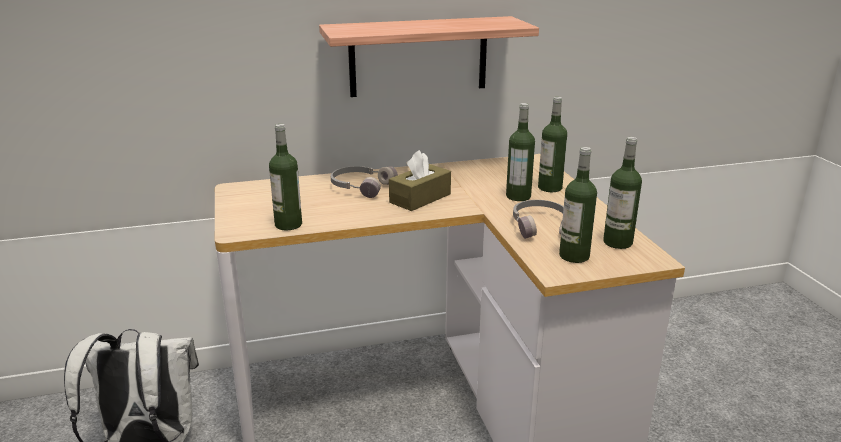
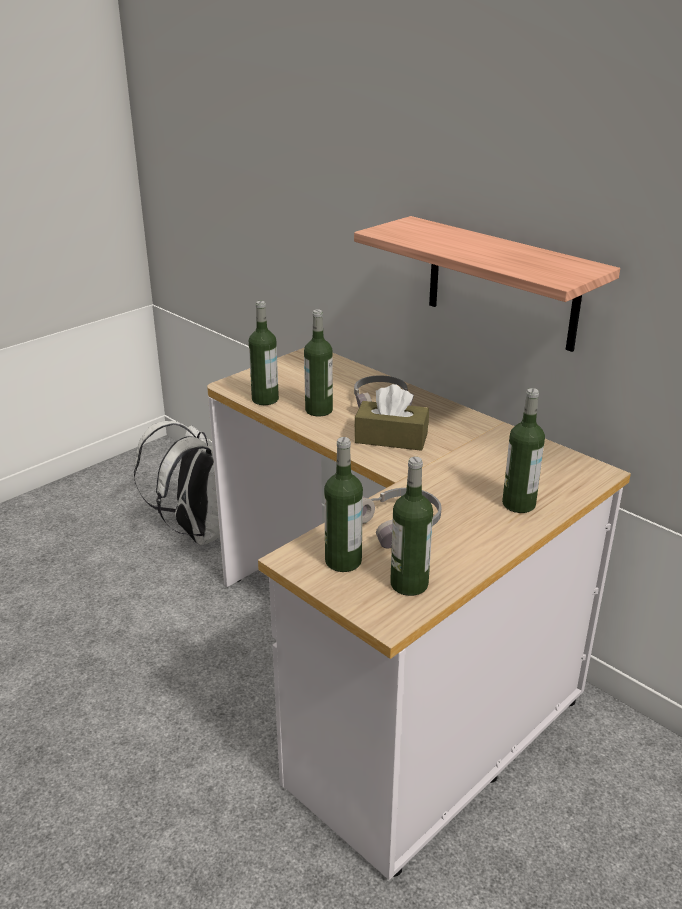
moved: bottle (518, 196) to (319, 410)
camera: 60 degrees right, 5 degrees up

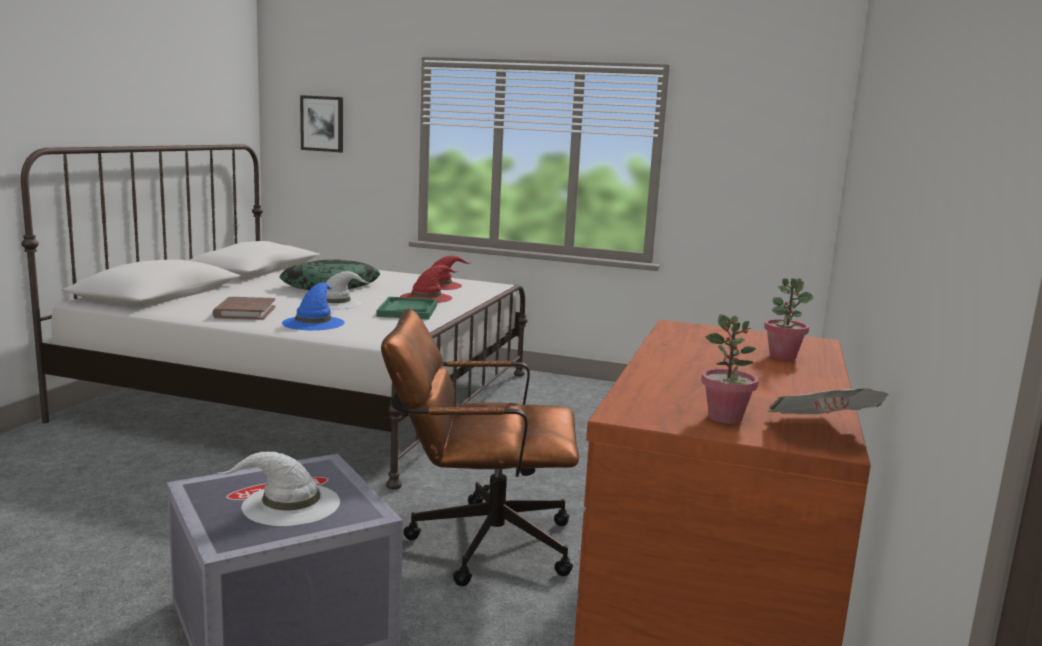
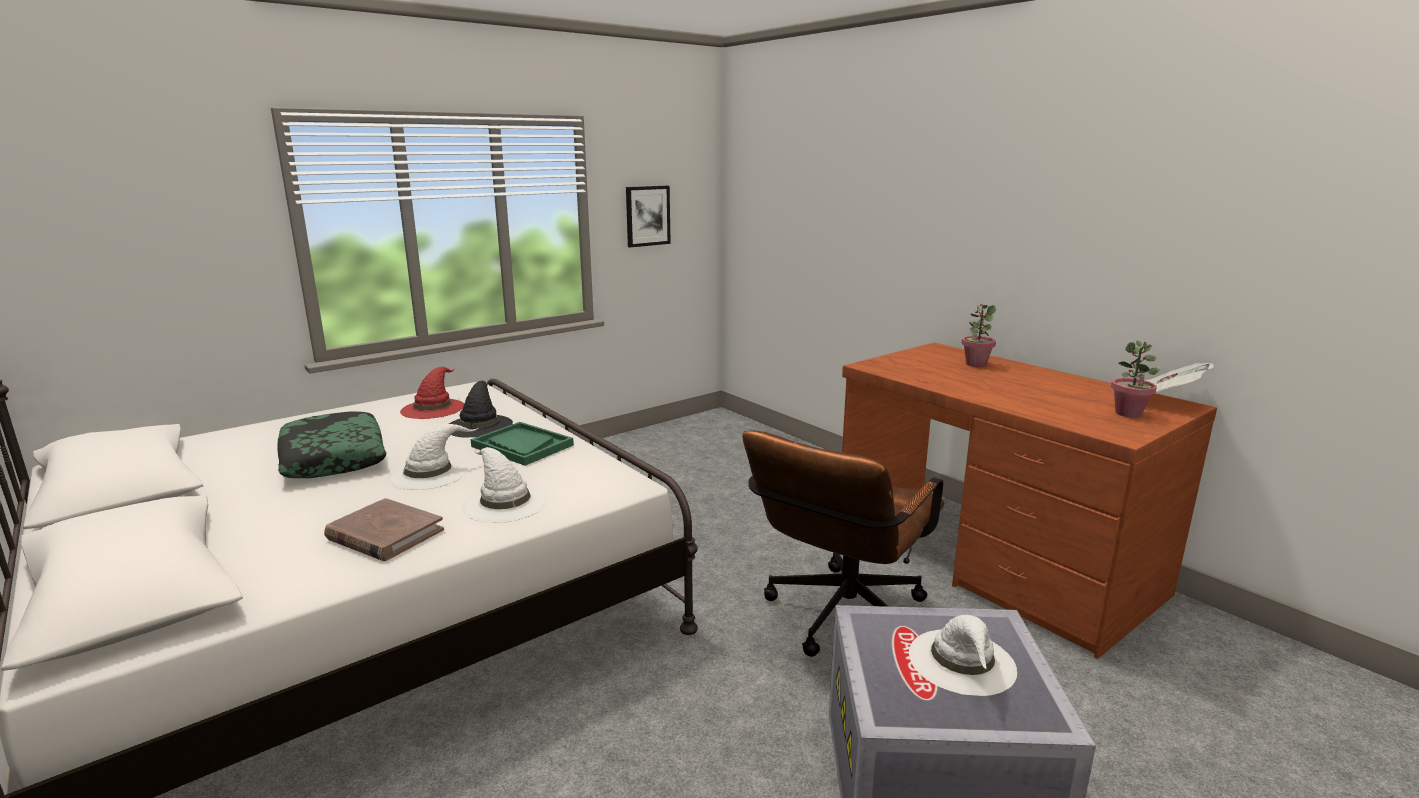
moved: picture (322, 123) to (647, 216)
recoloured: hat/red (426, 297) to hat/black (479, 425); hat/blue (313, 322) to hat/white (504, 503)
camera: 55 degrees left, 5 degrees up

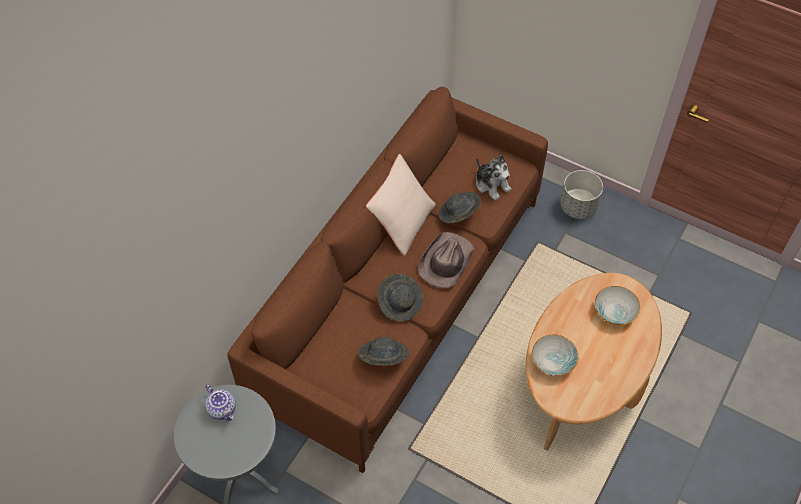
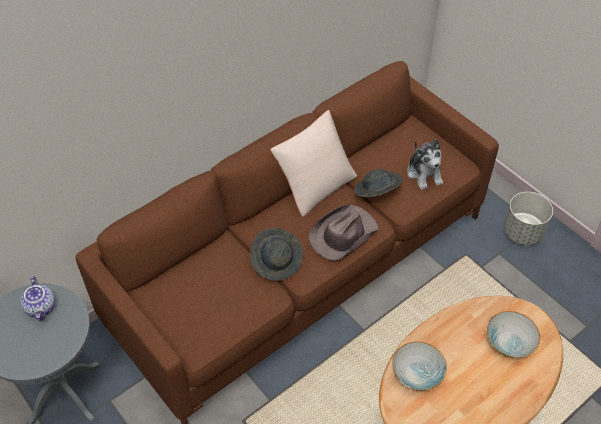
removed: hat/grey (383, 358)
camera: 20 degrees right, 5 degrees down

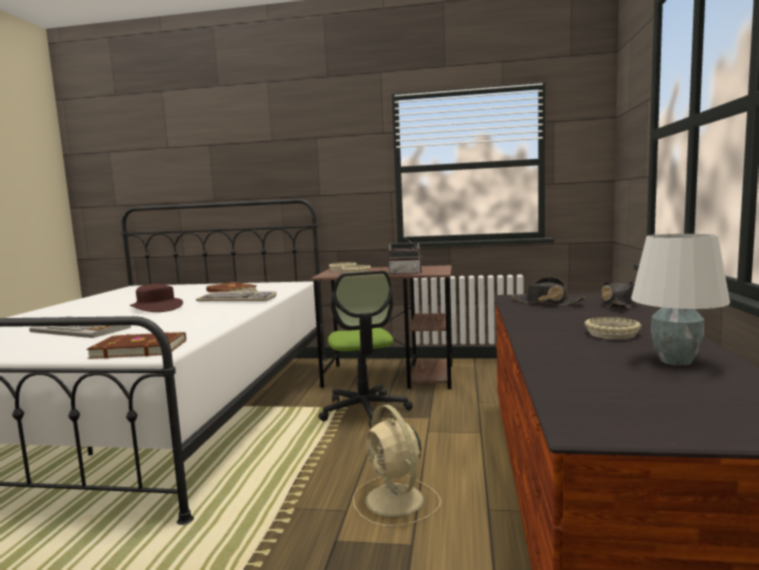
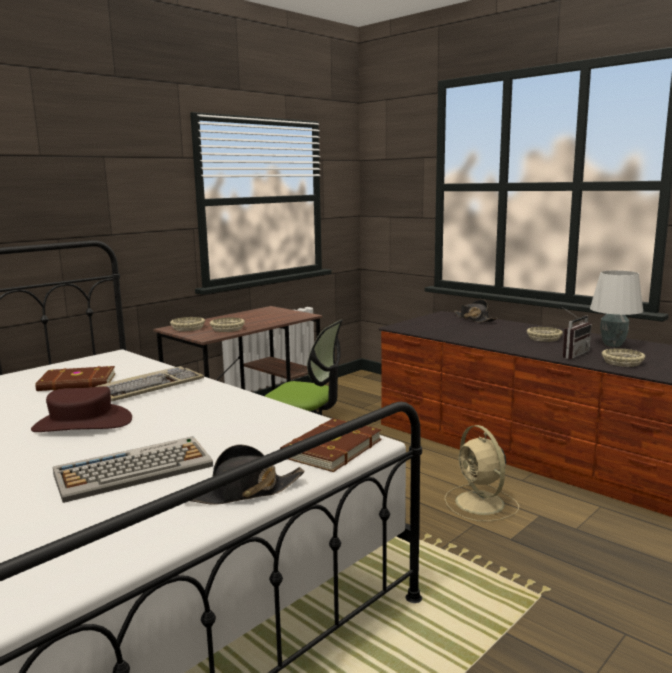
added: bowl/beige (622, 362)
moved: hat/black (546, 303) to (244, 492); radio (406, 273) to (571, 354)
turned: fan/beige (396, 501) = (481, 504) 60 degrees clockwise
camera: 55 degrees left, 5 degrees up

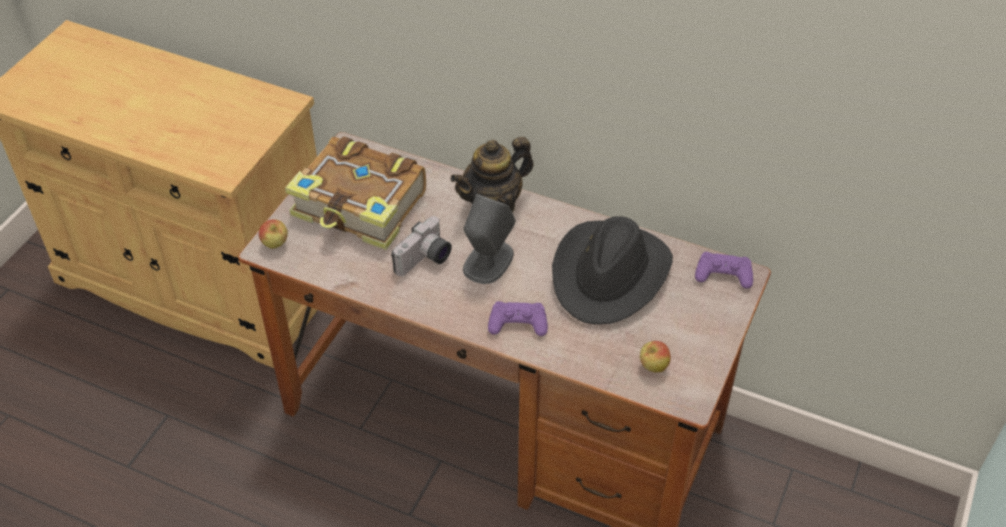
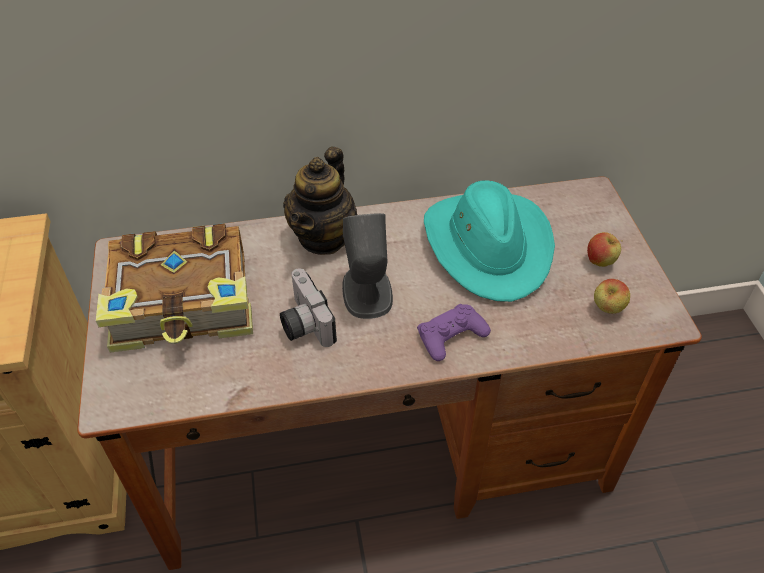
removed: game controller/purple (723, 274)
moved: apple (275, 244) to (600, 262)
recoloured: hat/black (610, 274) to hat/turquoise (488, 246)
turned: photo camera (425, 260) = (303, 323) 150 degrees clockwise
camera: 35 degrees left, 0 degrees up

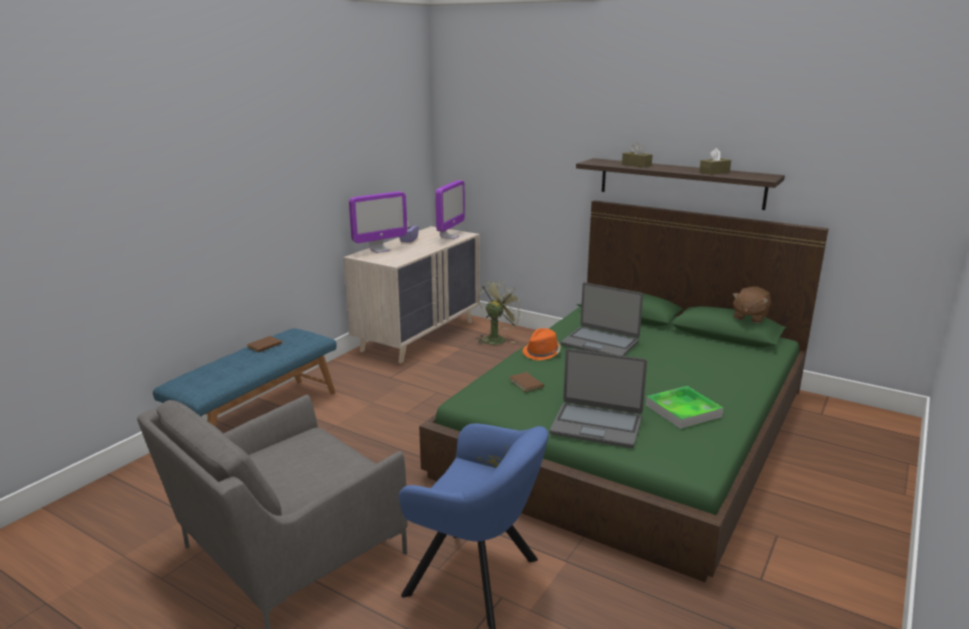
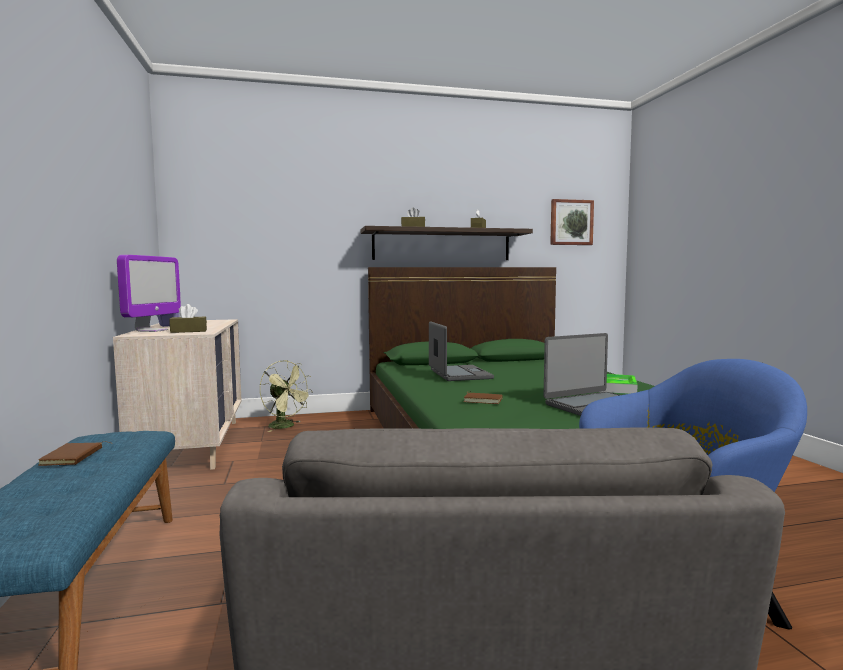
removed: monitor (449, 236); hat/orange (542, 353); plush toy/brown (749, 317)
added: tissue box/brown (188, 331); picture (571, 222)
turned: fan/green (496, 339) = (286, 426) 135 degrees clockwise; laptop (600, 343) = (459, 374) 90 degrees counterclockwise
camera: 45 degrees left, 15 degrees down

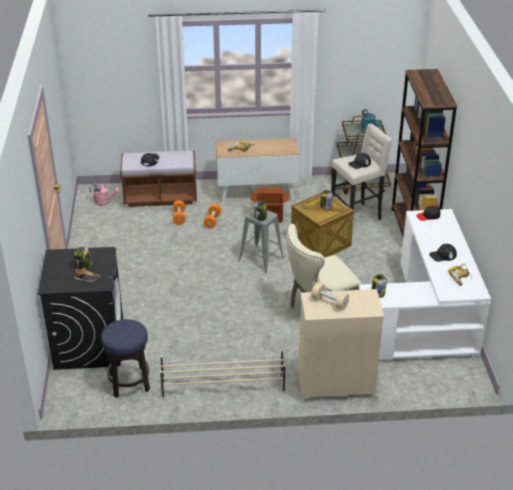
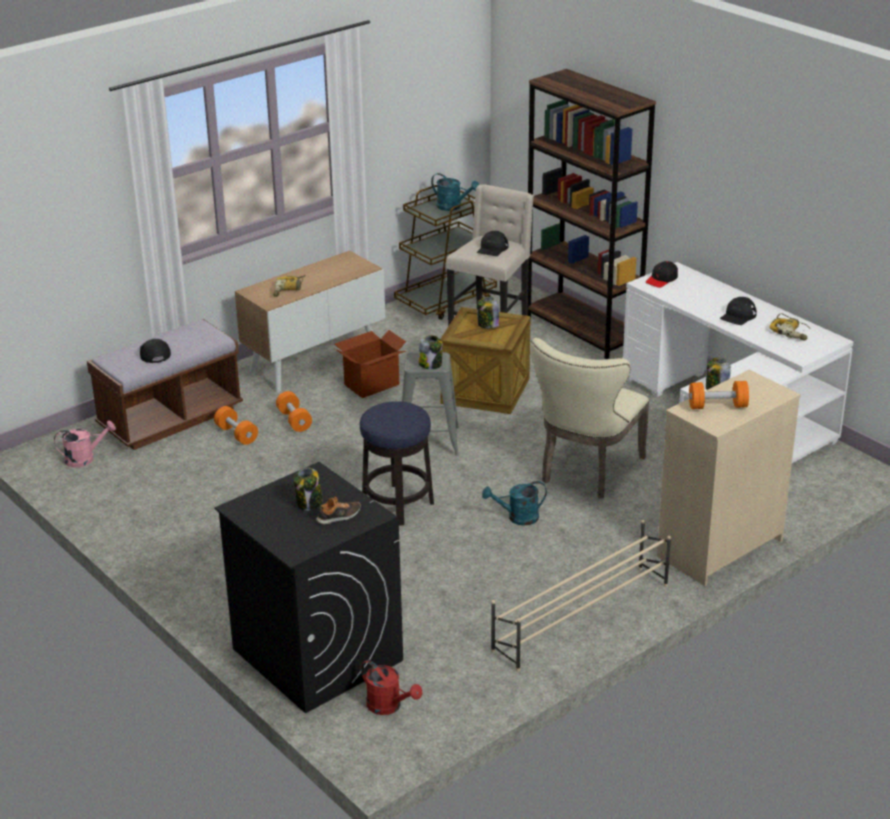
added: watering can/red (389, 706); watering can/turquoise (517, 518)
moved: stool (129, 382) to (397, 505)
recoloured: dumbbell/beige (329, 302) to dumbbell/orange (717, 406)
camera: 35 degrees left, 5 degrees down

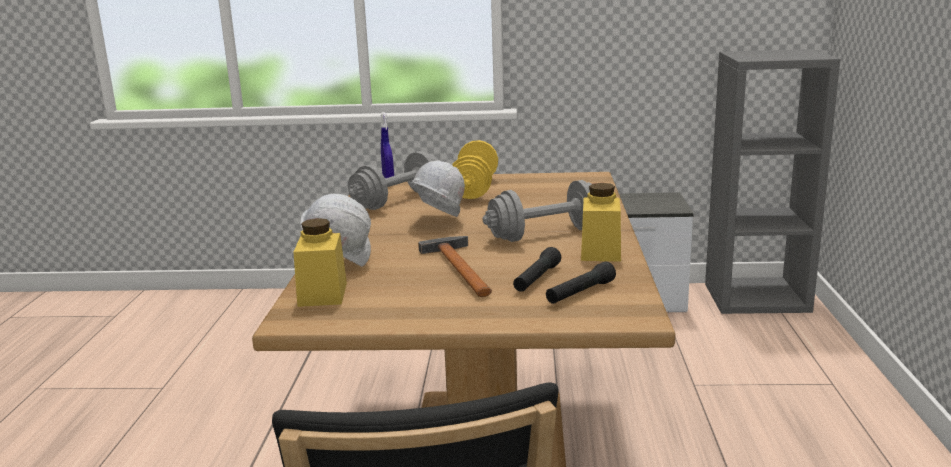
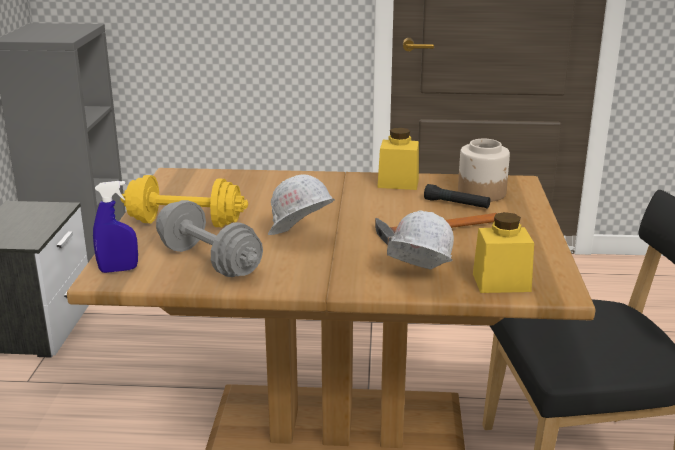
removed: dumbbell/grey (546, 234)
replaced: flashlight/black (580, 293) to jar (482, 193)
camera: 90 degrees left, 5 degrees up

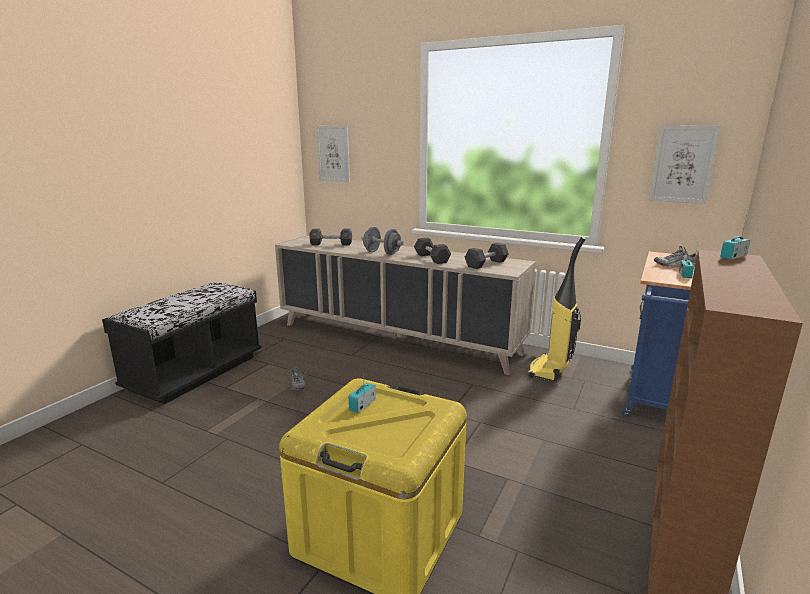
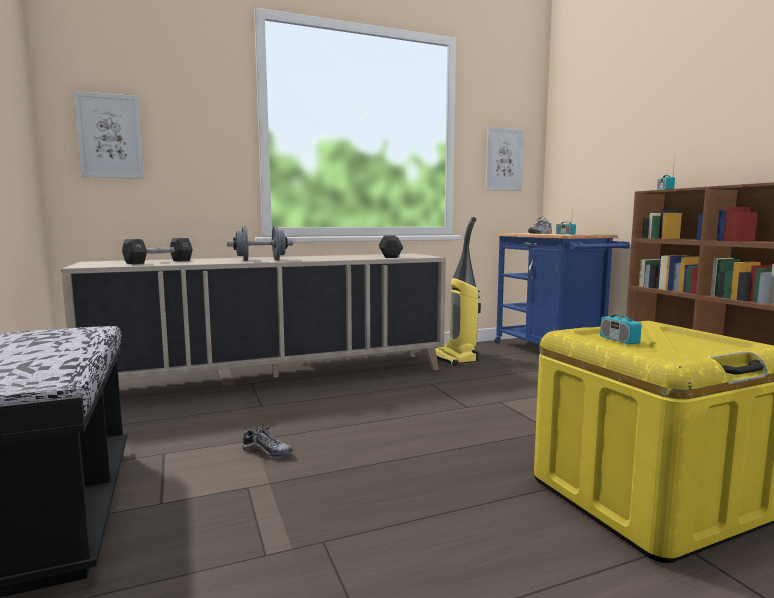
removed: dumbbell/black (431, 258)
camera: 50 degrees left, 10 degrees down

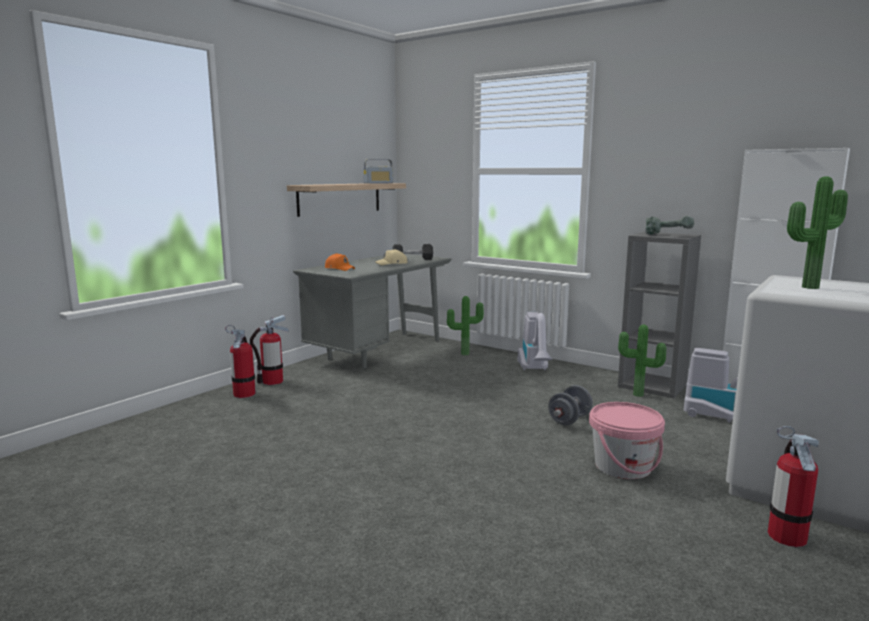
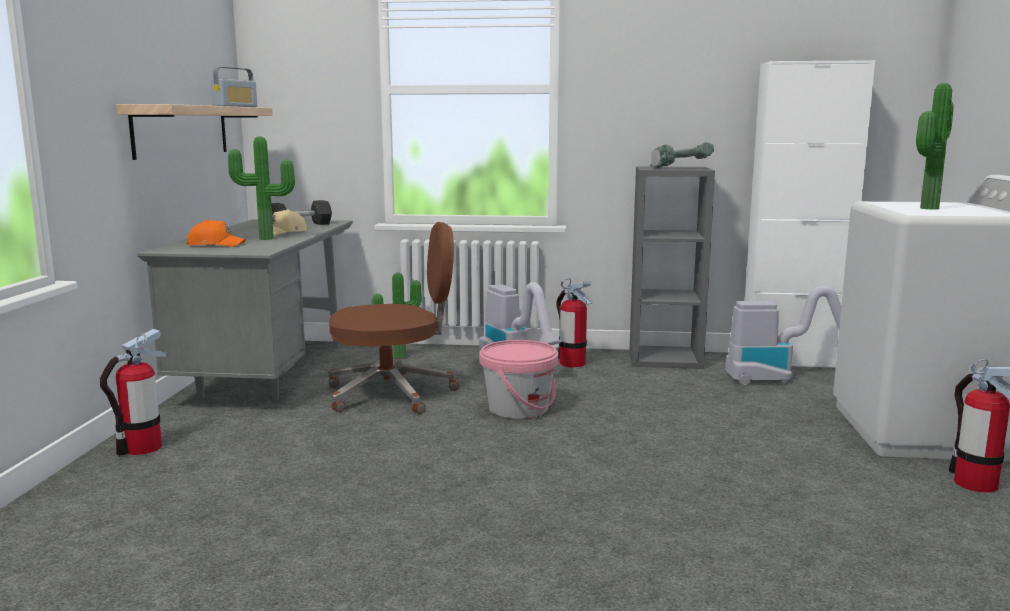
removed: dumbbell/grey (569, 420)
added: office chair/brown (393, 393)
moved: potted plant (638, 395) to (266, 239); bucket/pink (623, 466) to (518, 408); fire extinguisher (244, 393) to (572, 363)
camera: 30 degrees left, 0 degrees up

